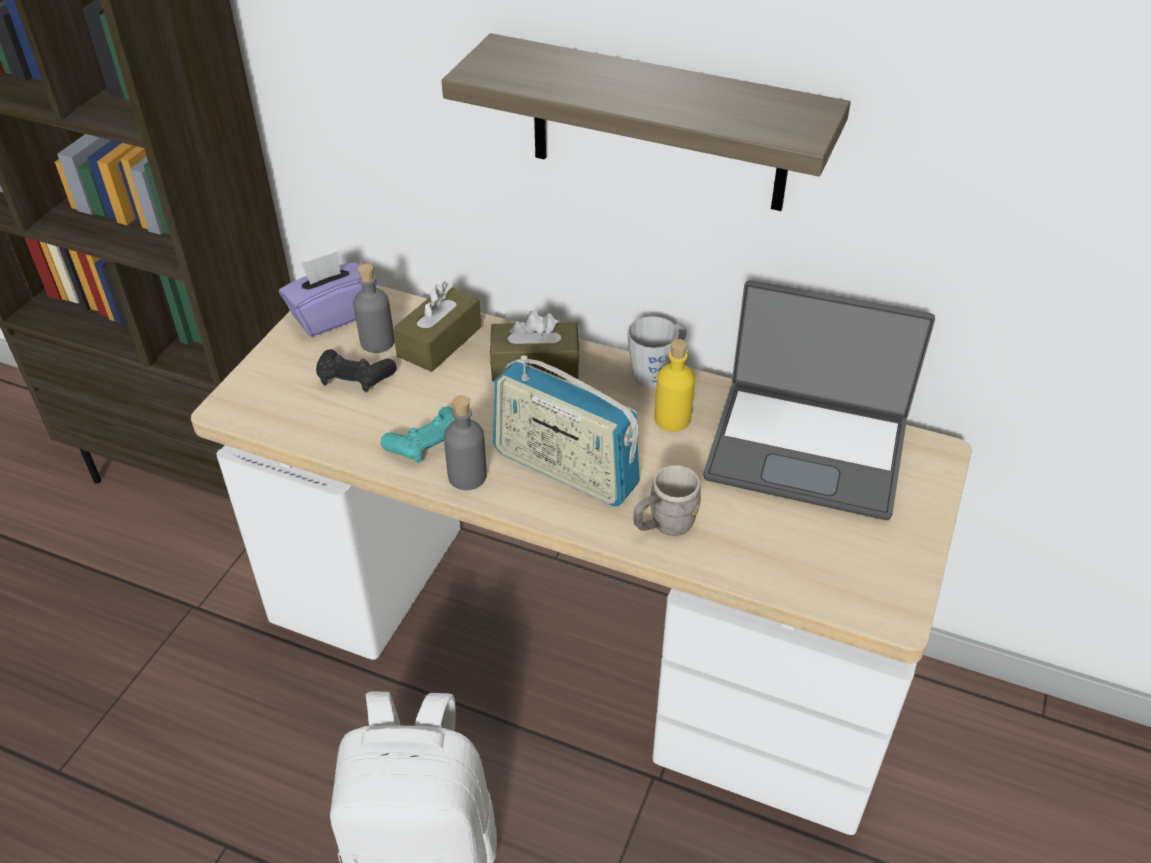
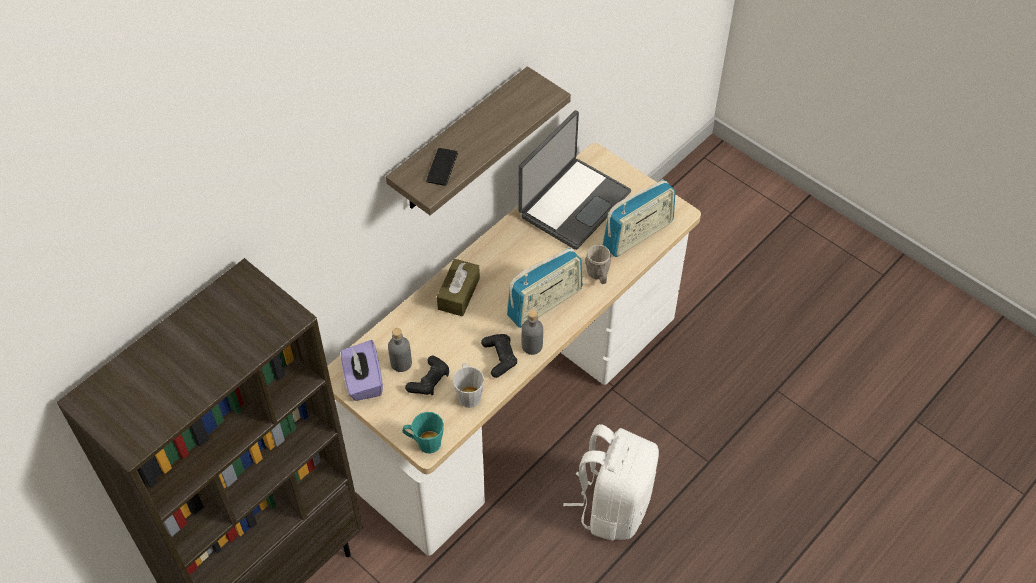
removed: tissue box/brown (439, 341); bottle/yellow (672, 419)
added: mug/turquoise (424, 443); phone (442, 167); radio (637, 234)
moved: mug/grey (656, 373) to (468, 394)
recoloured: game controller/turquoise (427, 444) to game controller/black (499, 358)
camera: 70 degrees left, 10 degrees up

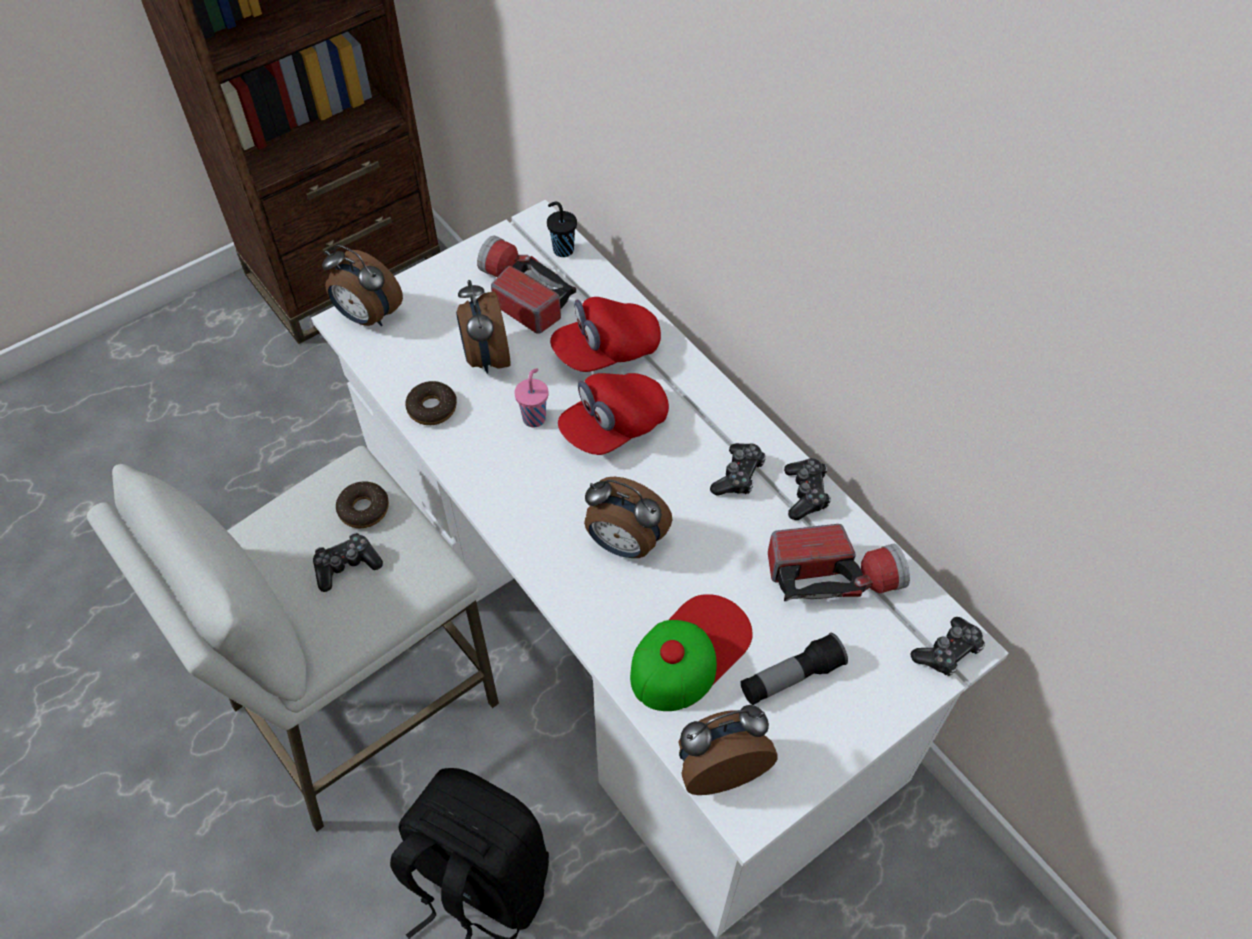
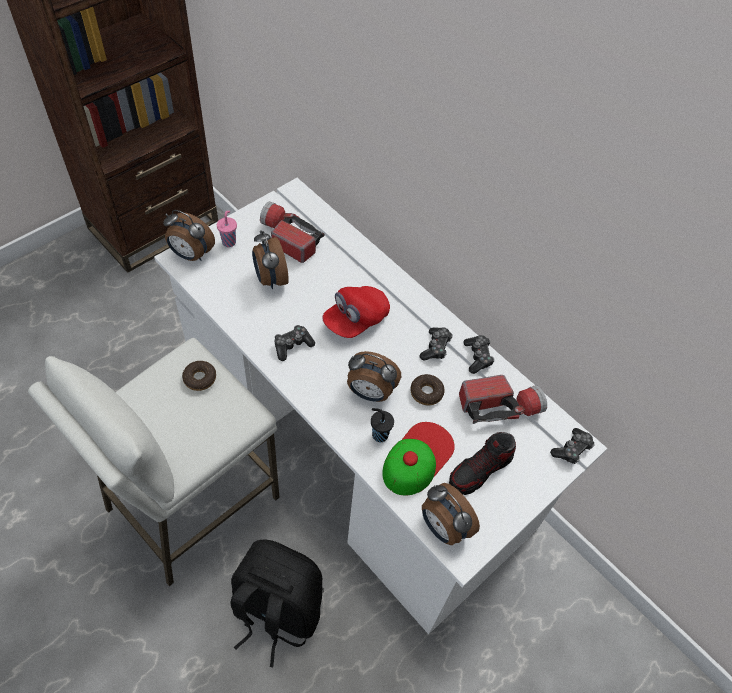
removed: cap/red (606, 351)
moved: cup/pink (534, 417) to (229, 241); game controller (346, 566) to (292, 345); cup/black (562, 249) to (379, 434); donut (432, 408) to (426, 392)
replaced: flashlight (791, 677) to shoe (480, 470)
turned: alarm clock (720, 766) = (443, 527) 105 degrees counterclockwise
camera: 10 degrees left, 0 degrees up

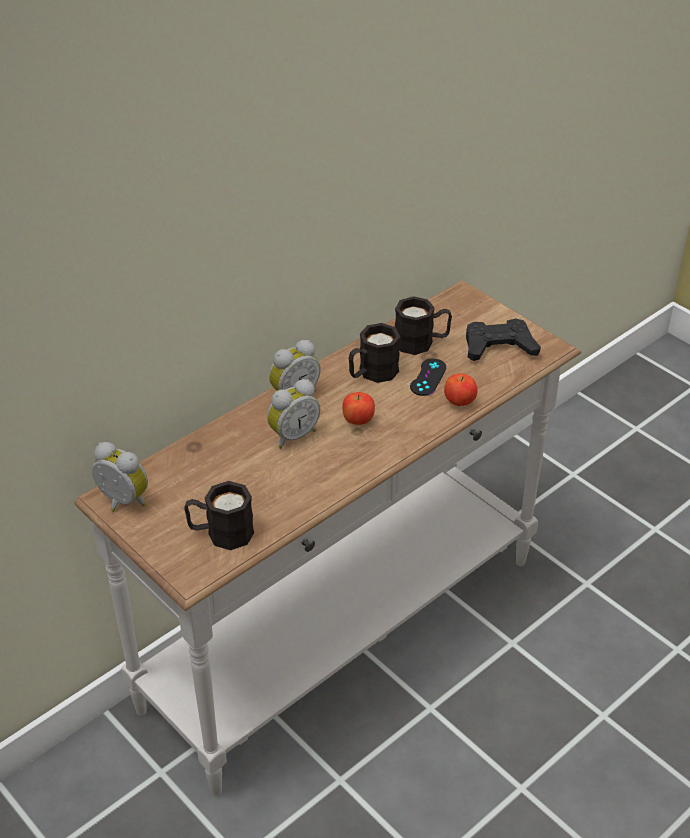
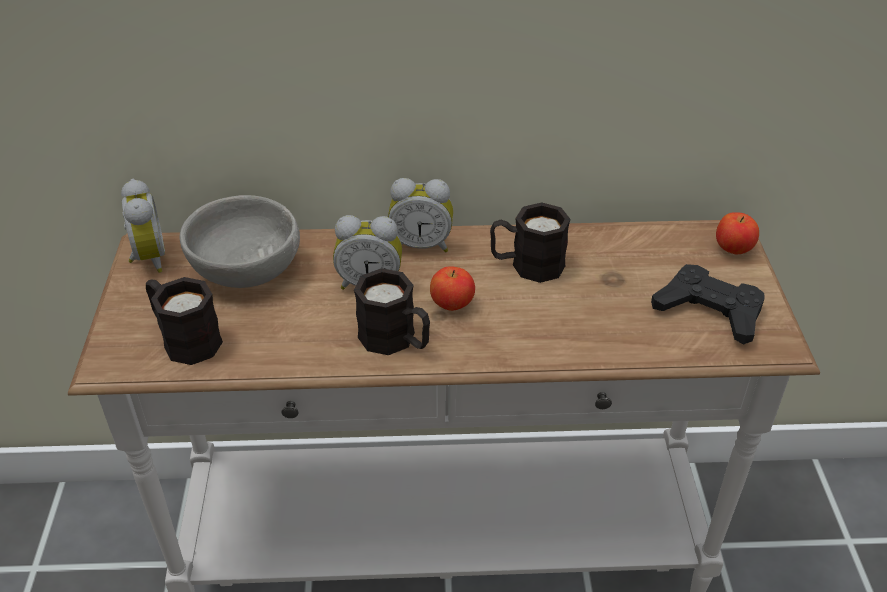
removed: game controller/black (428, 377)
added: bowl/grey (245, 268)
moved: mug/black (422, 342) to (396, 340); apple (459, 402) to (733, 250)
camera: 40 degrees right, 0 degrees up

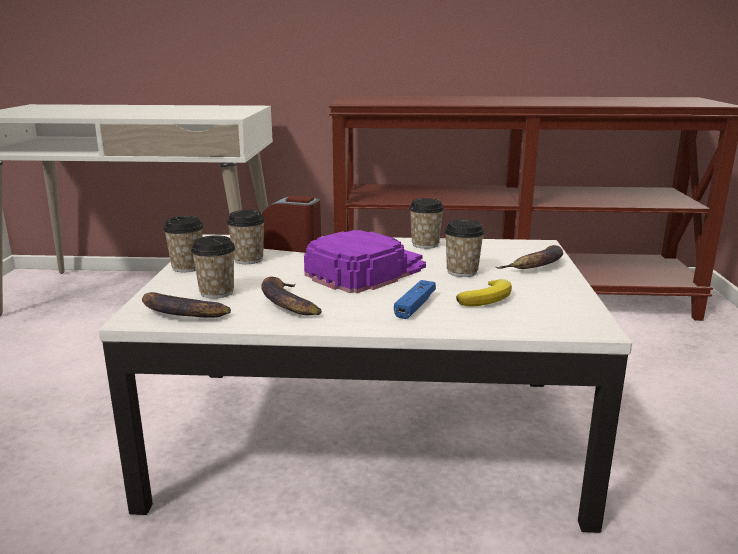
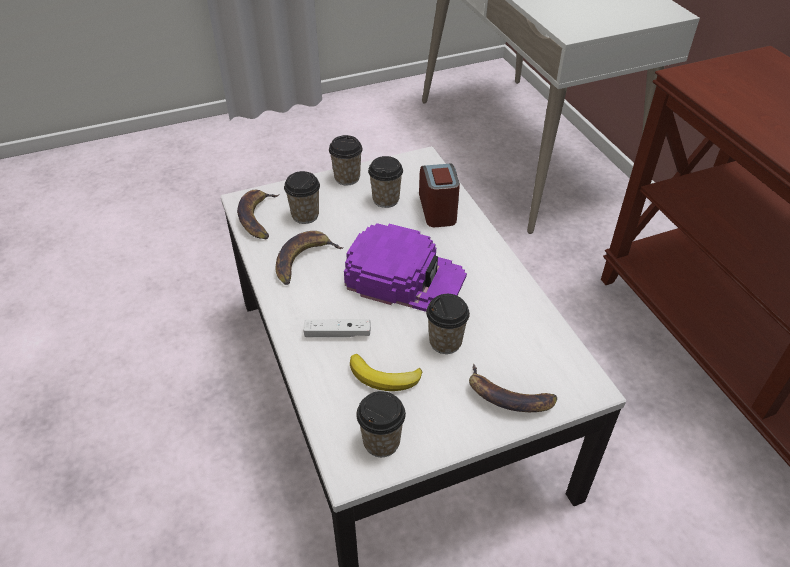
moved: cup (425, 244) to (381, 442)
recoloured: game controller/blue (415, 306) to game controller/white (337, 334)
camera: 65 degrees right, 25 degrees up

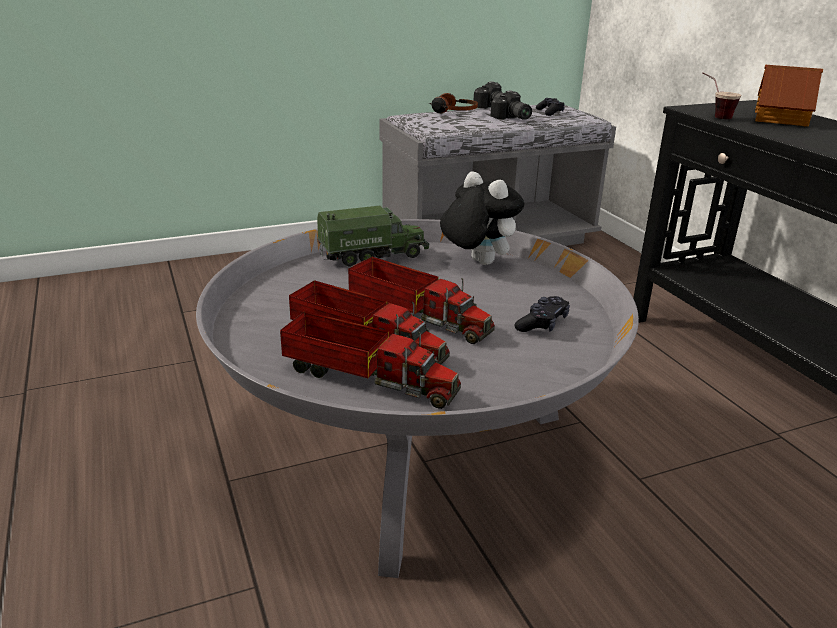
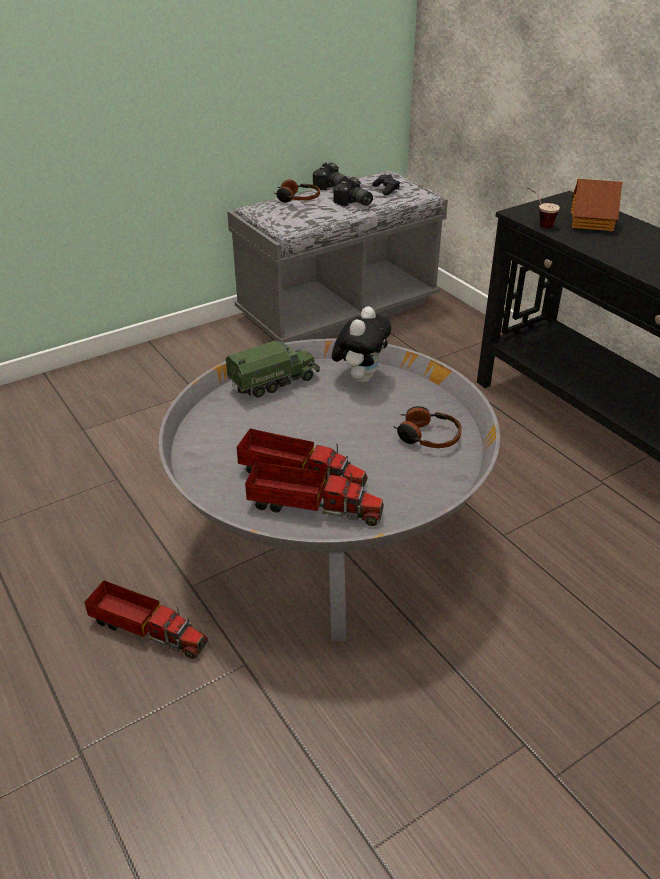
moved: toy truck (416, 316) to (146, 629)
replaced: game controller/black (542, 324) to headphones (427, 436)
turned: plush toy (477, 262) = (360, 378) 75 degrees clockwise
camera: 10 degrees left, 10 degrees up

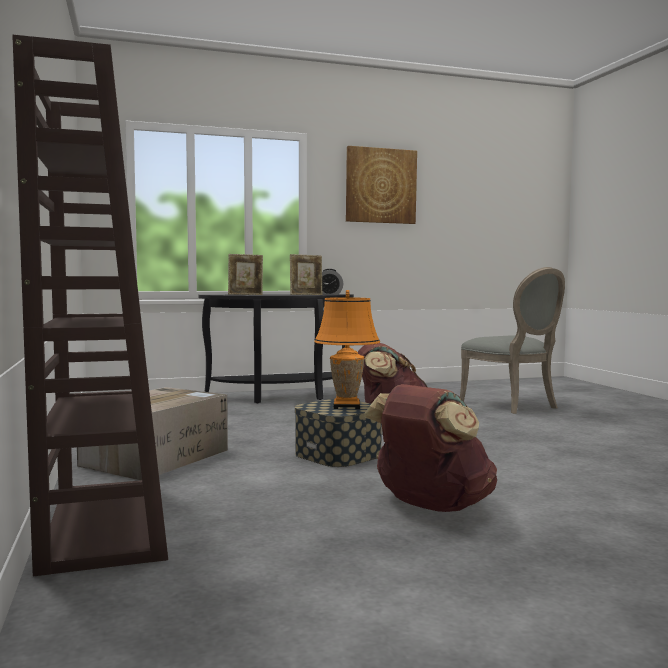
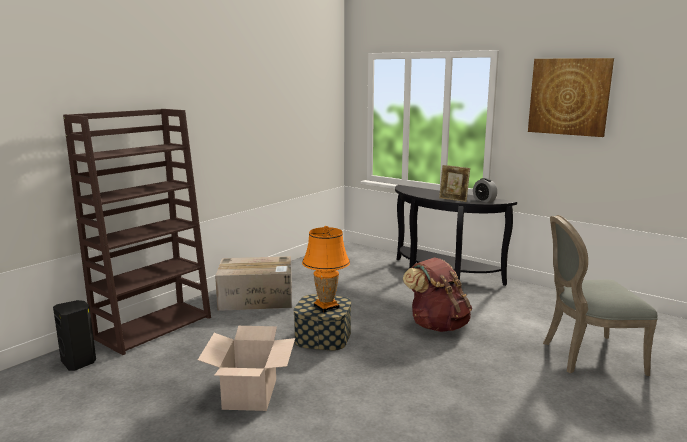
removed: picture frame (245, 294)
added: speaker/black (79, 362)
replaced: backpack/brown (430, 506) to cardboard box (249, 394)
turned: chair/grey (513, 405) = (587, 356) 60 degrees clockwise
camera: 55 degrees right, 10 degrees up

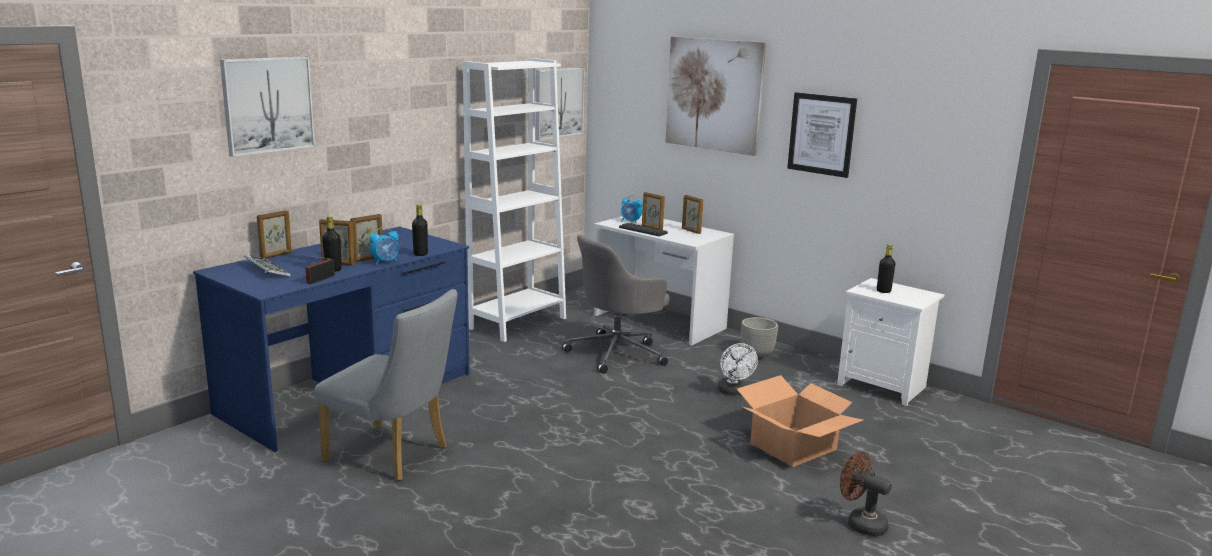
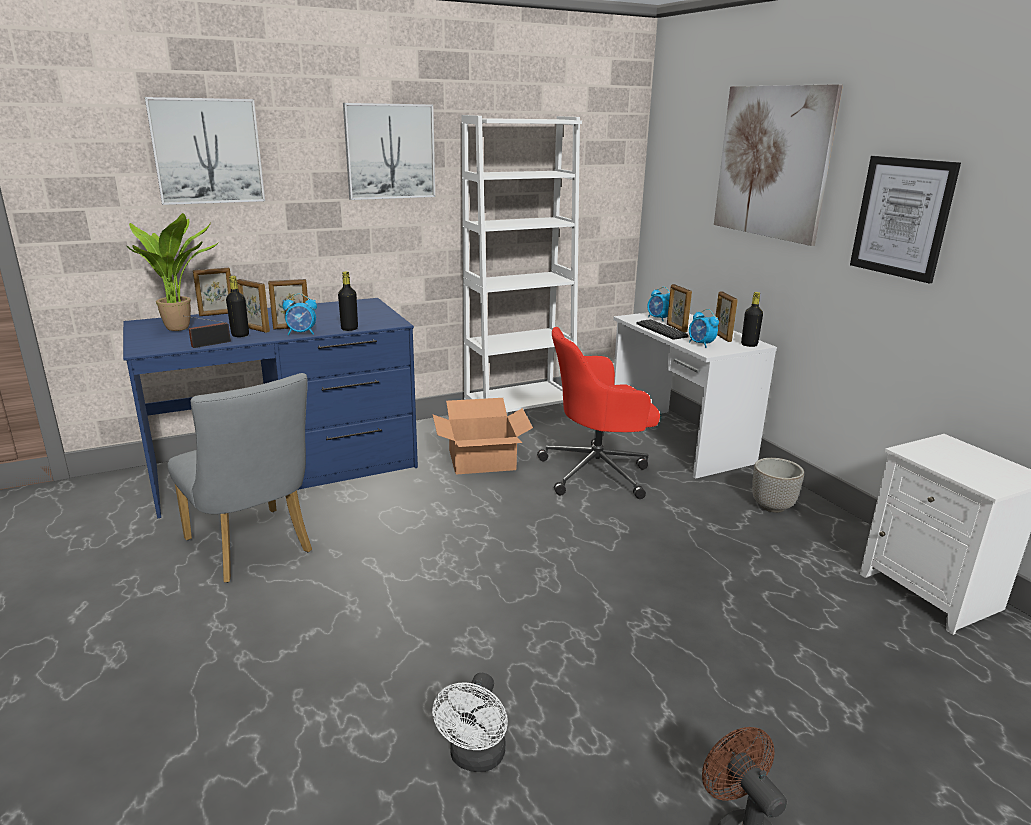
added: alarm clock (701, 344)
moved: picture (558, 102) to (390, 151); cardboard box (794, 446) to (482, 460); fan/white (733, 392) to (475, 759); bottle/black (883, 291) to (749, 345)
replaced: keyboard (266, 270) to potted plant (182, 328)
recoloured: office chair/grey (618, 353) to office chair/red (597, 472)
camera: 25 degrees right, 5 degrees up

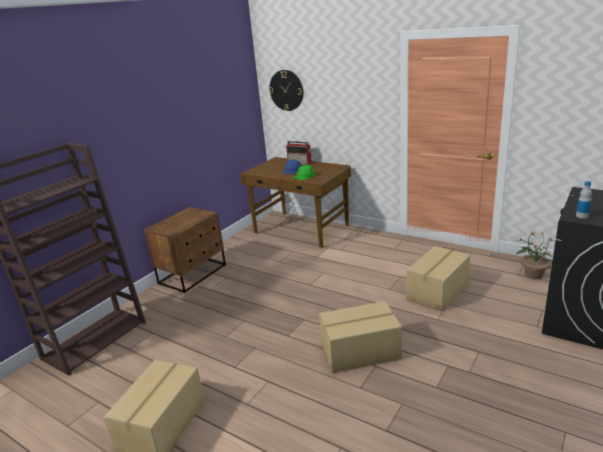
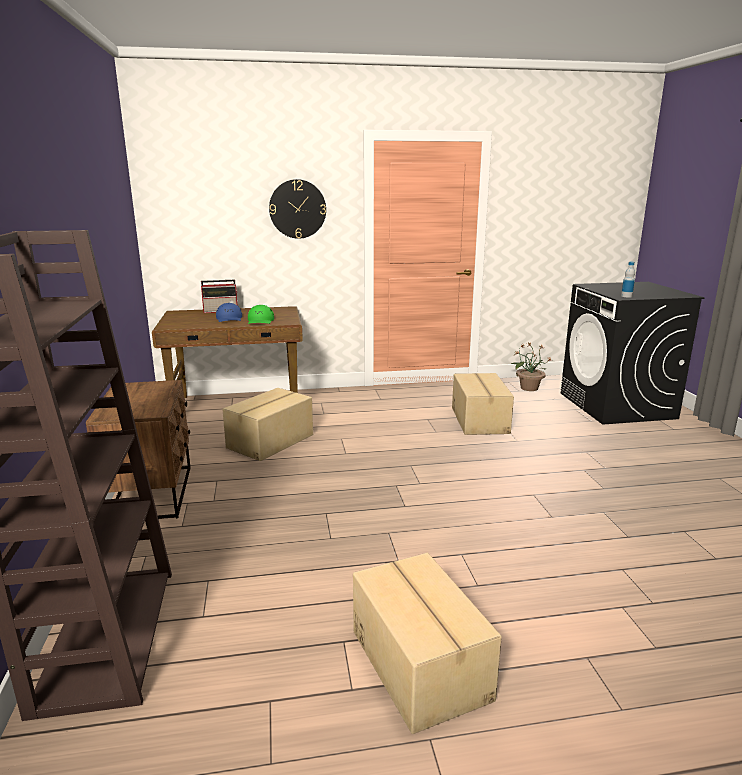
moved: cardboard box (361, 352) to (271, 441); wall clock (286, 90) to (297, 209)
camera: 45 degrees left, 5 degrees down

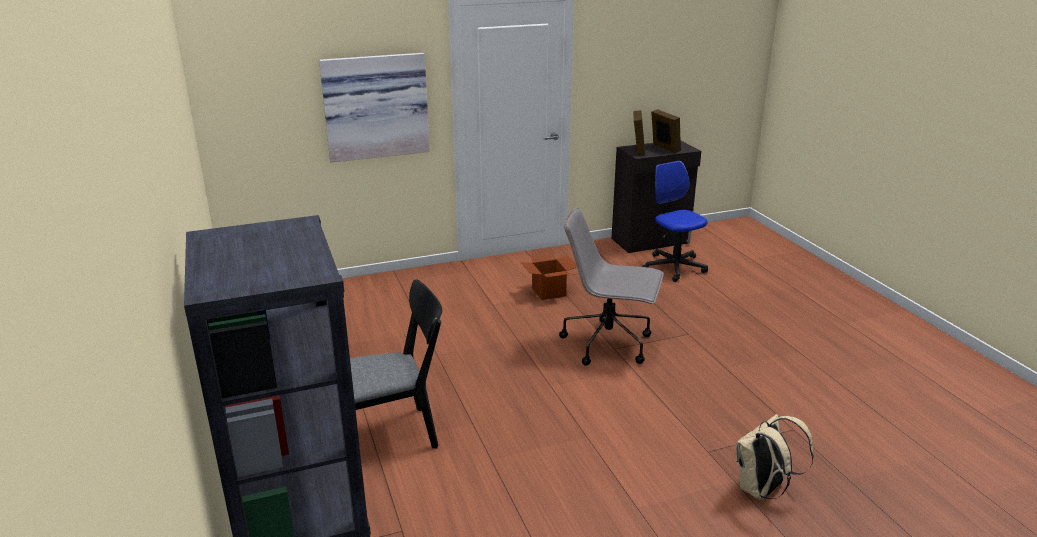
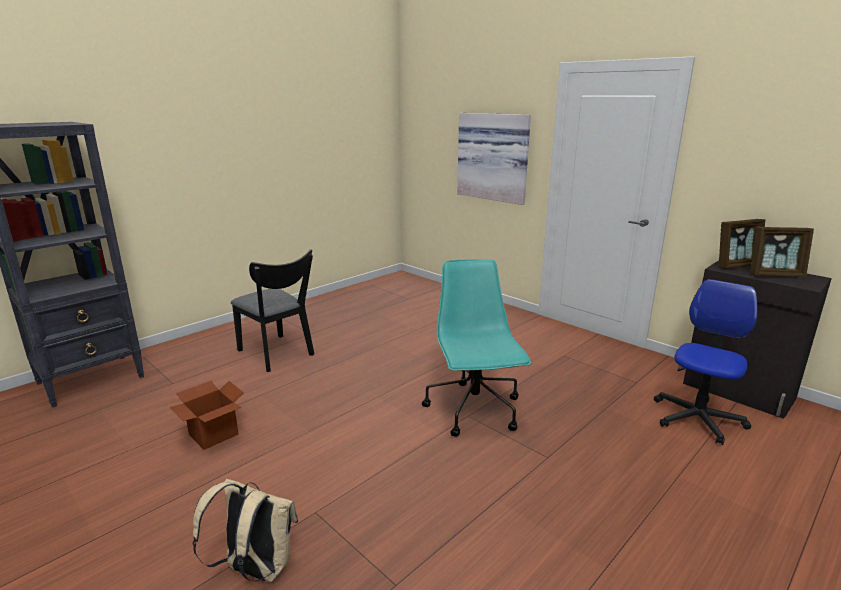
moved: cardboard box (548, 292) to (213, 434)
recoloured: office chair/grey (609, 344) to office chair/turquoise (474, 411)
turned: picture frame (664, 148) = (775, 275) 60 degrees clockwise
camera: 65 degrees right, 5 degrees down

